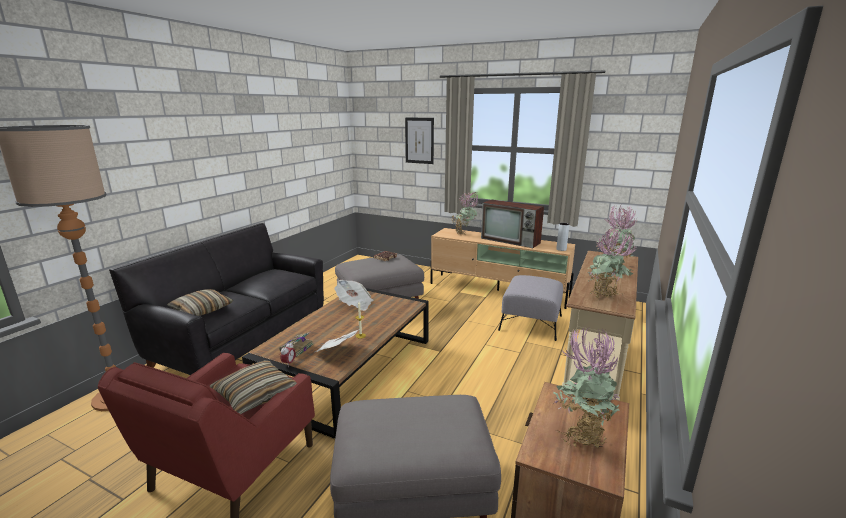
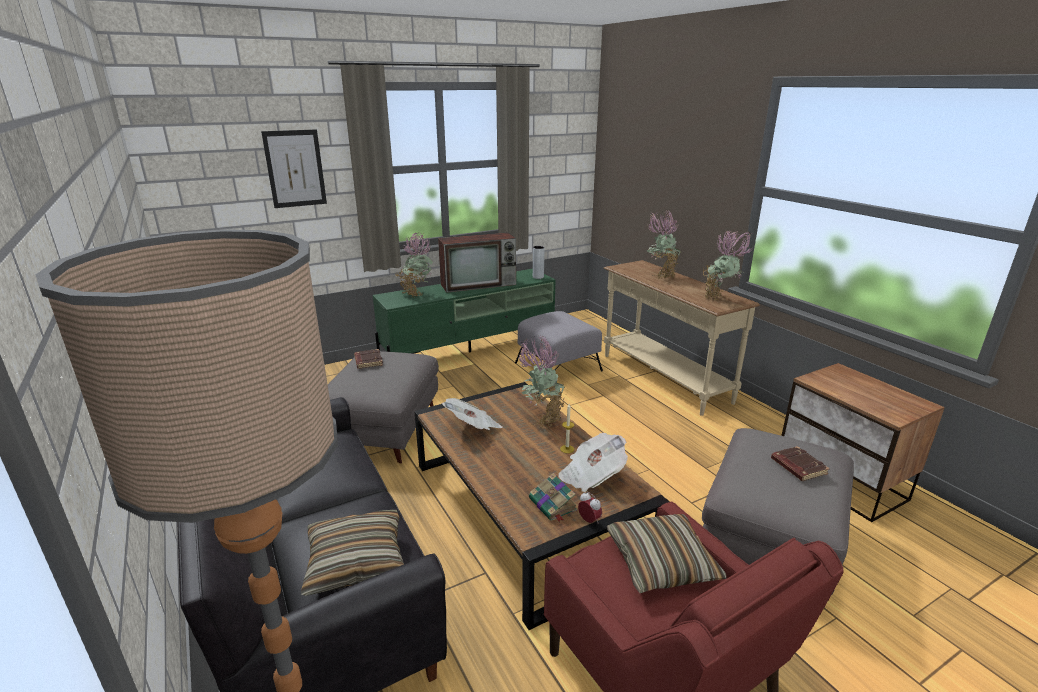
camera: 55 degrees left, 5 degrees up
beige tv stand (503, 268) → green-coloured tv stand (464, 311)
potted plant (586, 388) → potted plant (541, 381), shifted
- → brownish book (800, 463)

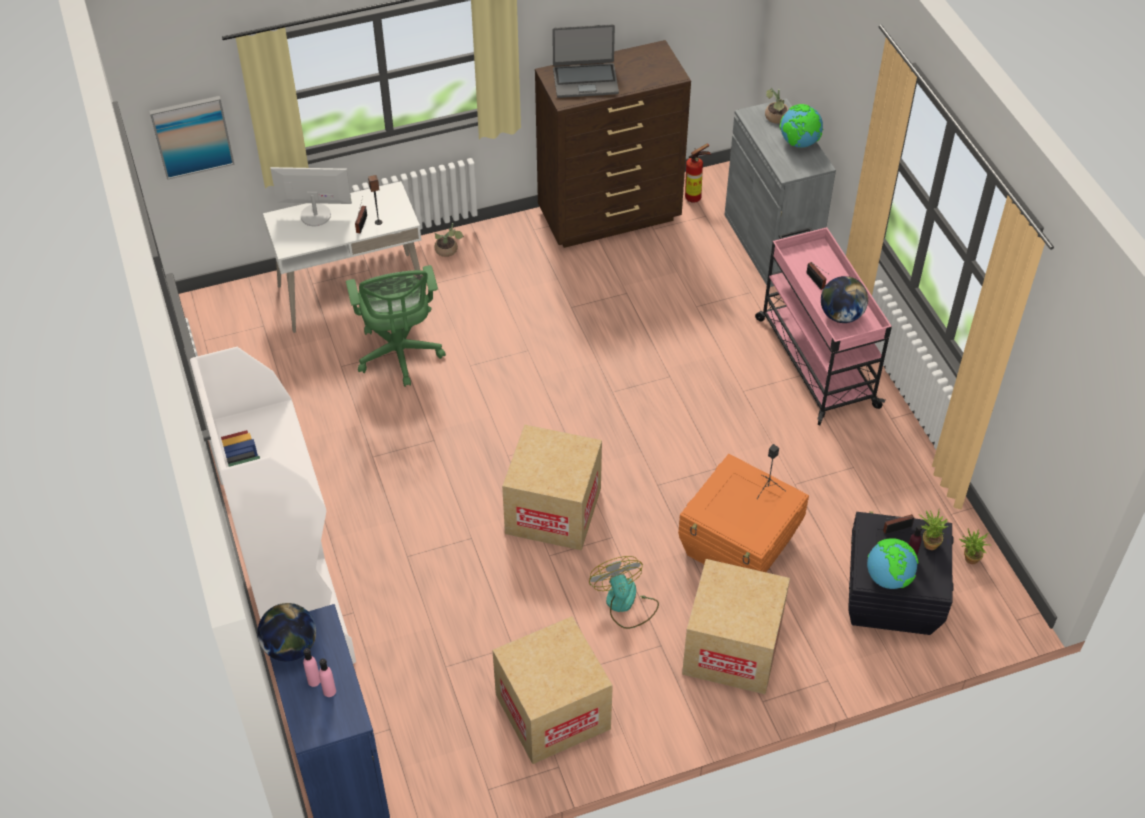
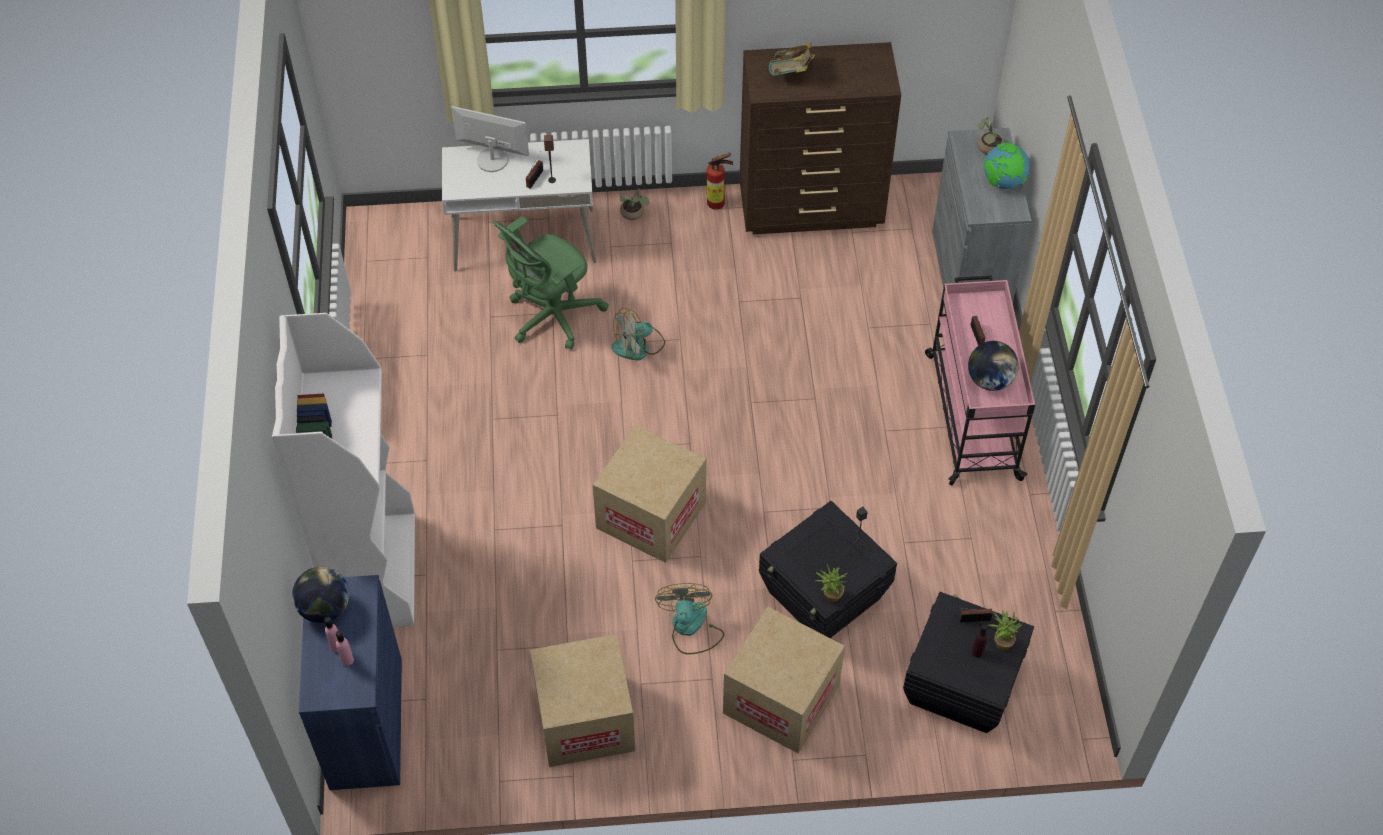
camera: 15 degrees right, 5 degrees up
green-coloured office chair (396, 326) → green-coloured office chair (551, 283), 45 degrees clockwise
- → cooling fan (638, 334)
fire-fighting cylinder (698, 173) → fire-fighting cylinder (719, 181), shifted
orange-coloured storage box (743, 513) → blackish storage box (828, 569)
laptop (585, 61) → book (792, 59)
potted plant (975, 547) → potted plant (831, 583), shifted
picture (192, 138) → -
globe (892, 563) → -

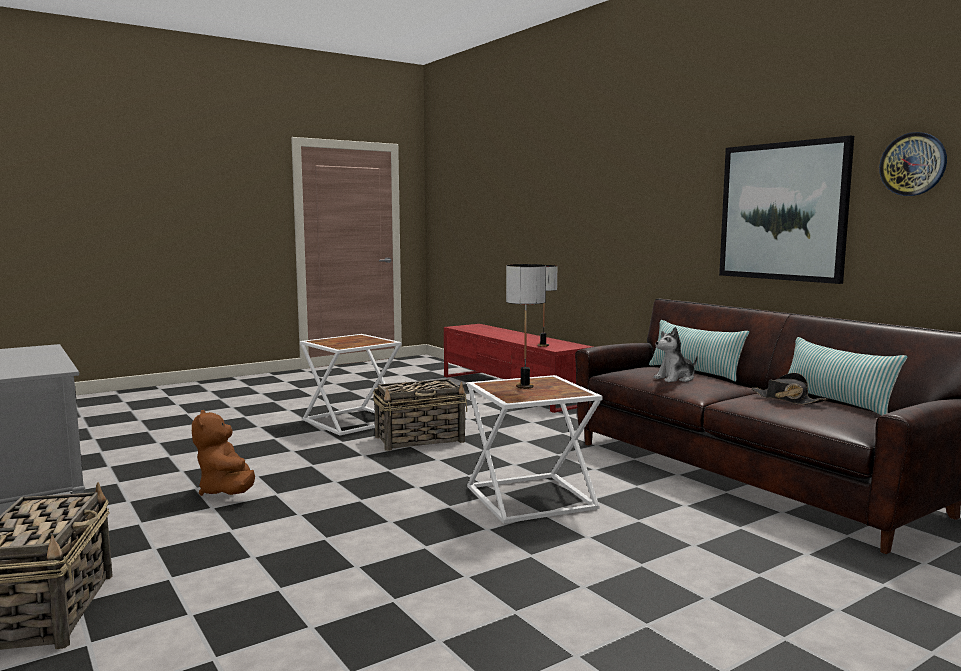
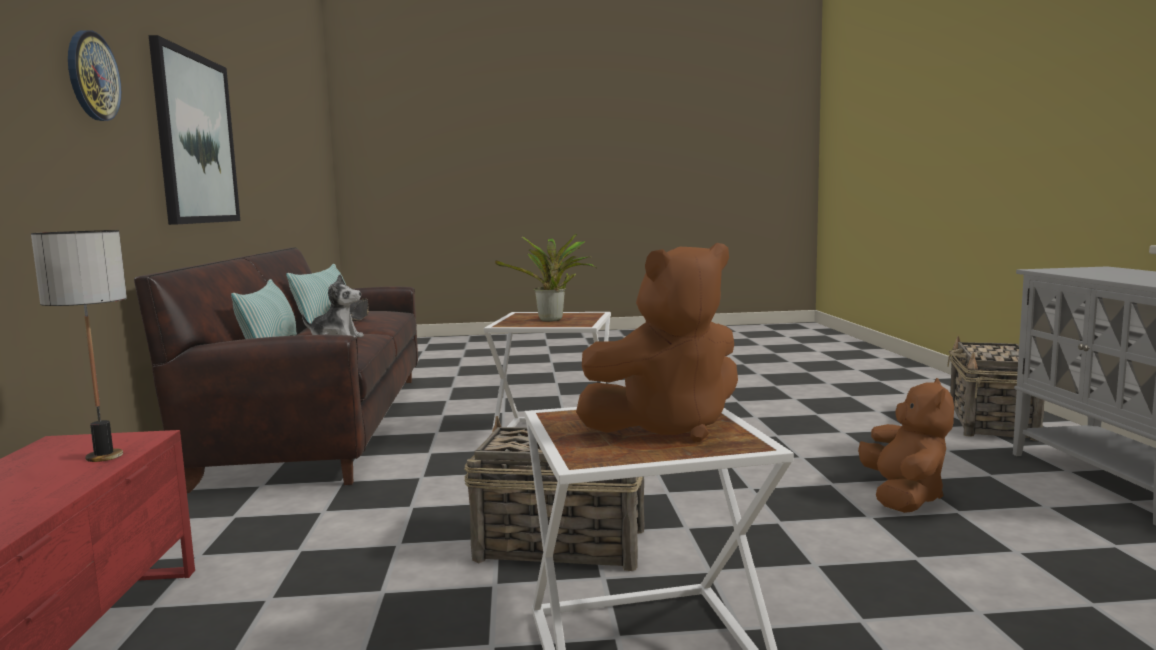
camera: 150 degrees left, 0 degrees up
clock on the wall (913, 164) → clock on the wall (94, 75), shifted
lamp for a table (526, 326) → potted plant (546, 277)
- → brownish cuddly toy (657, 342)

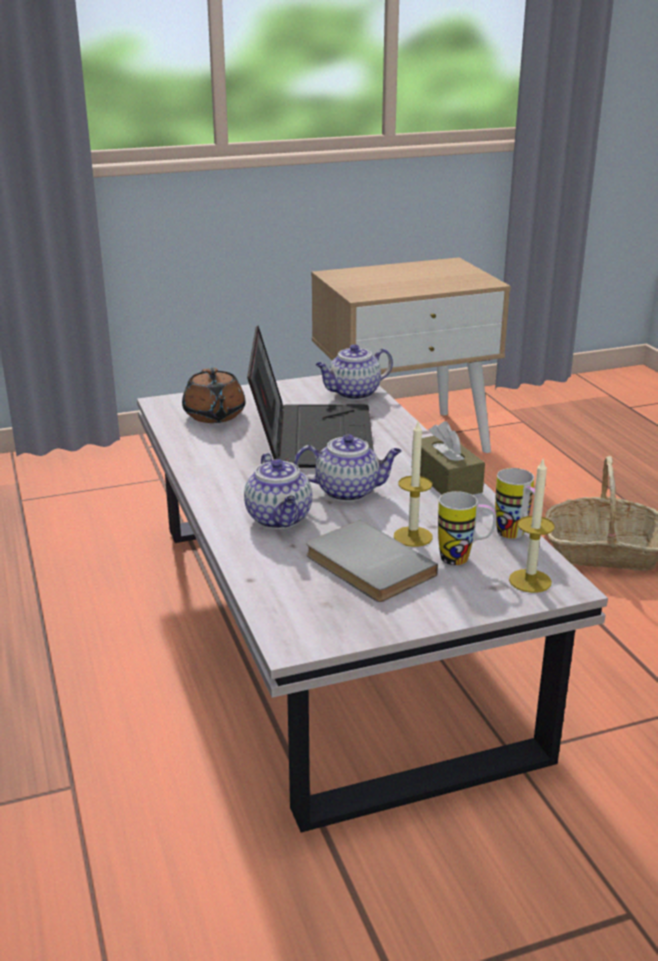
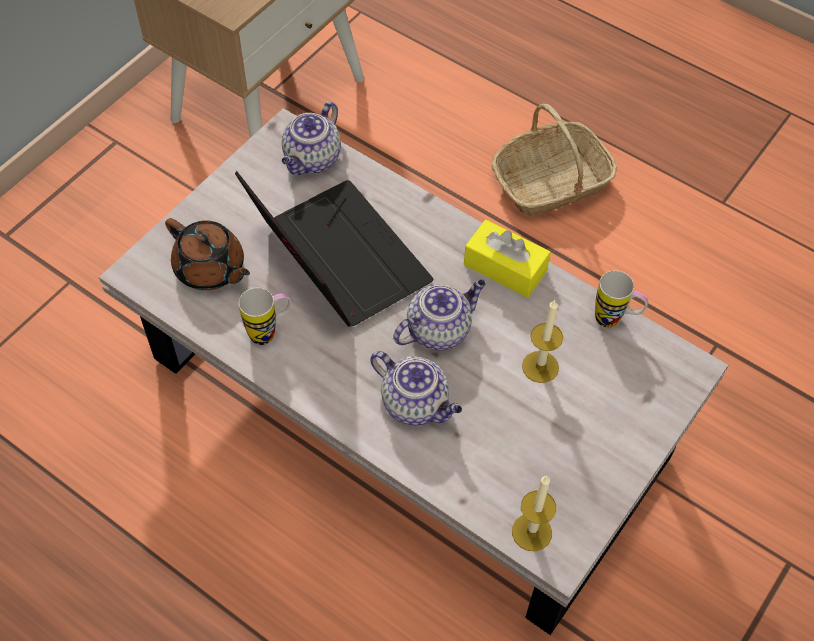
camera: 35 degrees left, 30 degrees up
coffee mug (467, 528) → coffee mug (265, 316), shifted
brownish tissue holder (448, 458) → yellow tissue holder (507, 259)
wax light (532, 525) → wax light (534, 513), shifted
grey book (372, 561) → -

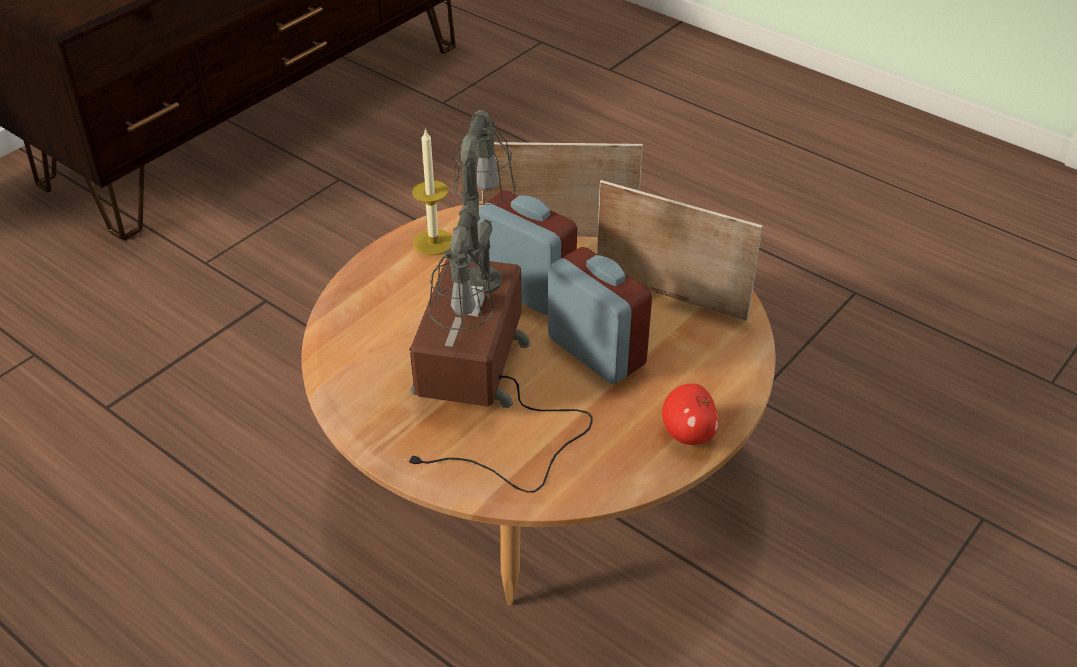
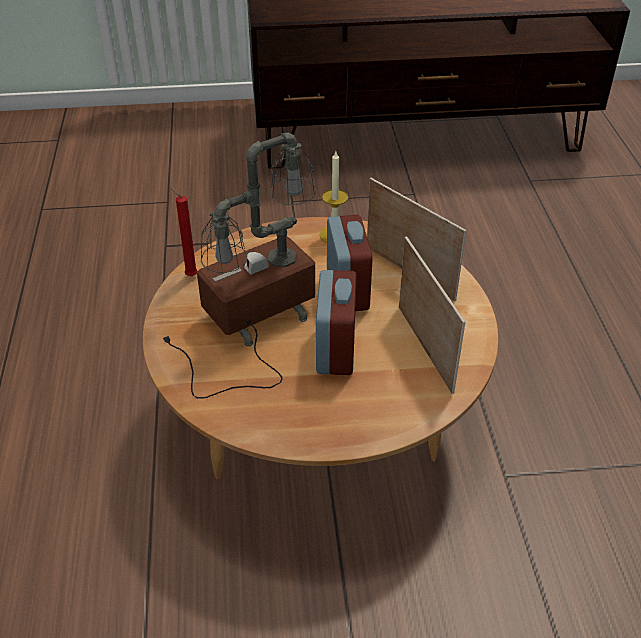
camera: 45 degrees right, 0 degrees up
- → reddish wax light (184, 231)
apple fruit (690, 414) → -

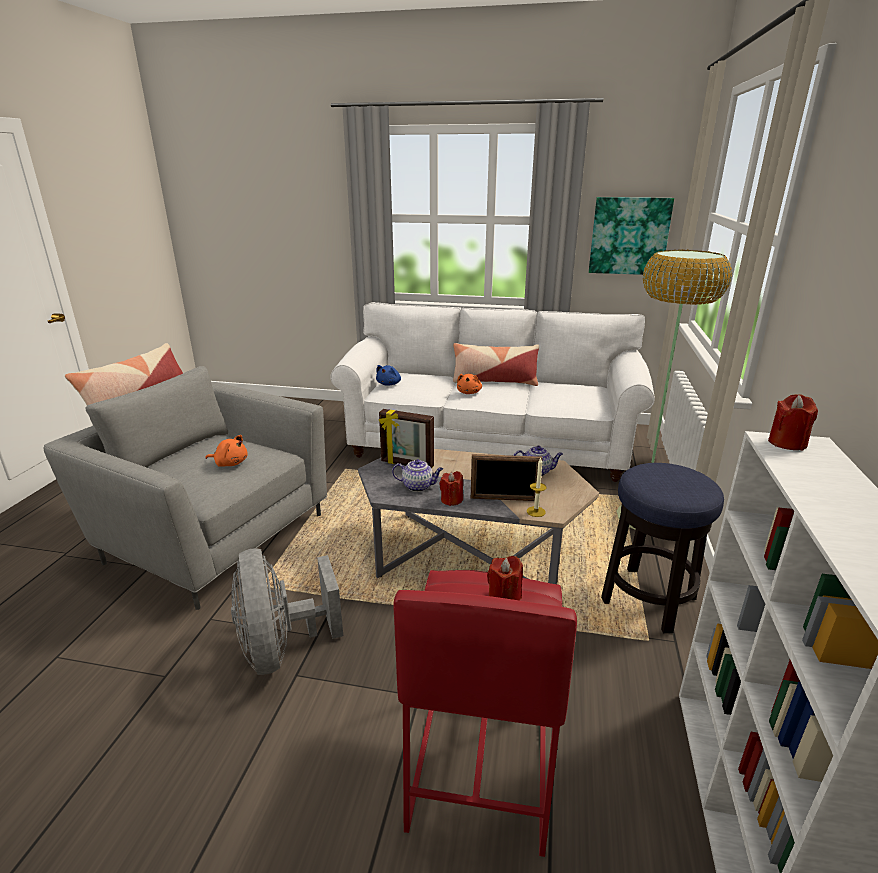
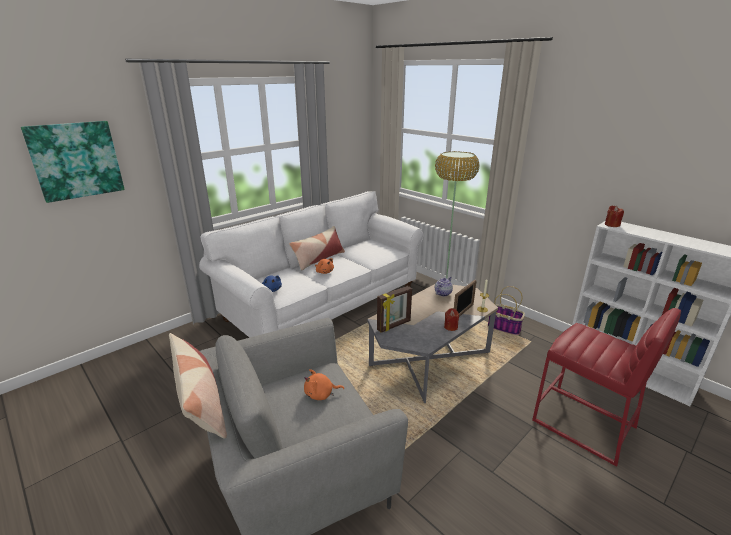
camera: 55 degrees left, 0 degrees up
picture (631, 236) → picture (73, 162), shifted
orange-coloured cuddly toy (226, 451) → orange-coloured cuddly toy (324, 384), 150 degrees counterclockwise
stool (662, 548) → basket (506, 310)
grey cooling fan (287, 611) → -
pot for tea (417, 475) → -
reddish wax light (505, 578) → -

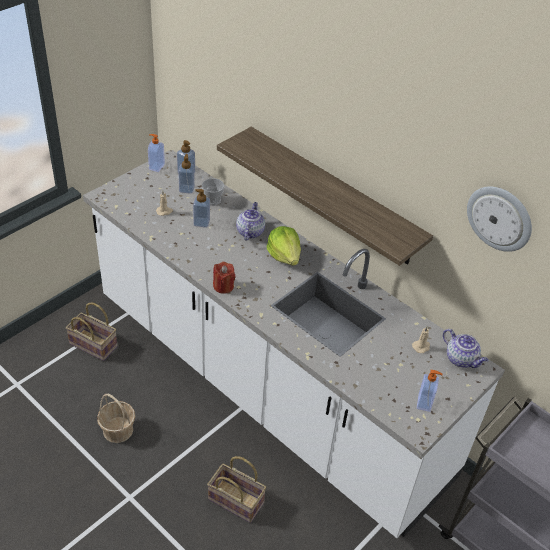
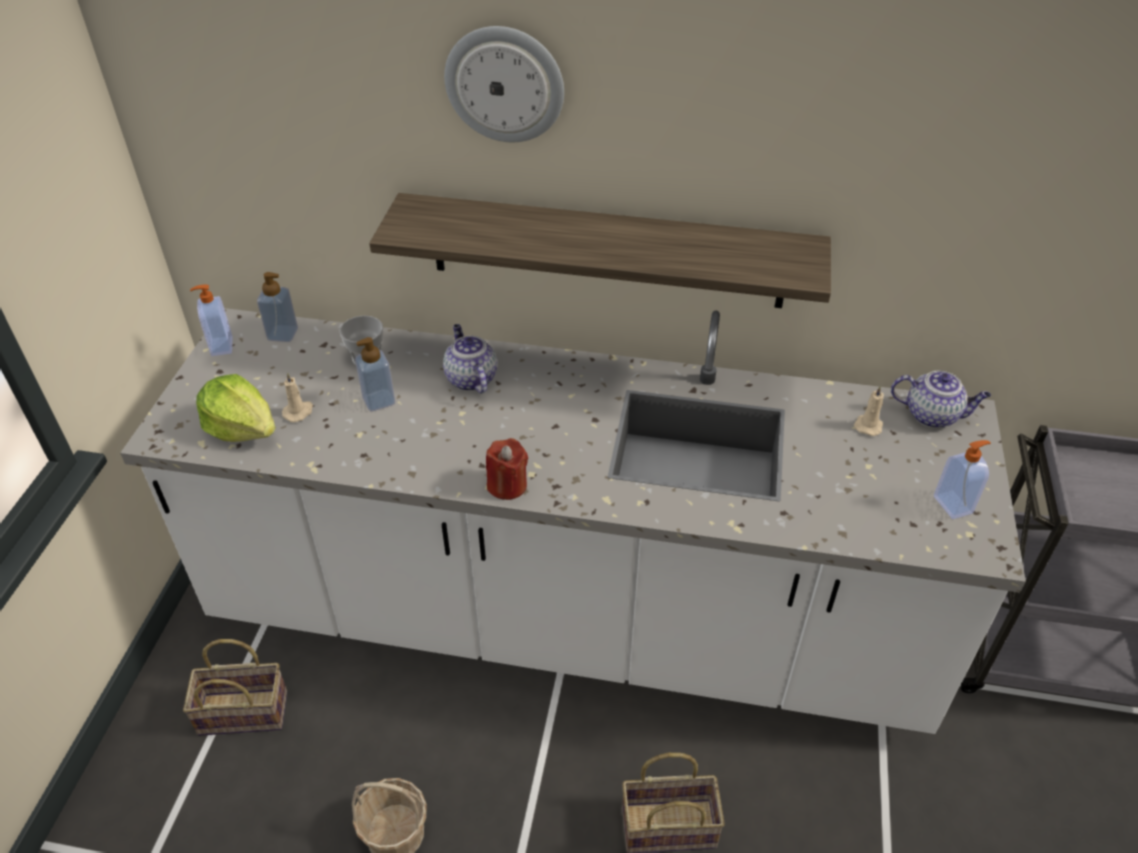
camera: 30 degrees left, 0 degrees up
head of lettuce (283, 246) → head of lettuce (236, 408), shifted
clock on the wall (499, 219) → clock on the wall (504, 84), shifted
soap dispenser (186, 174) → -

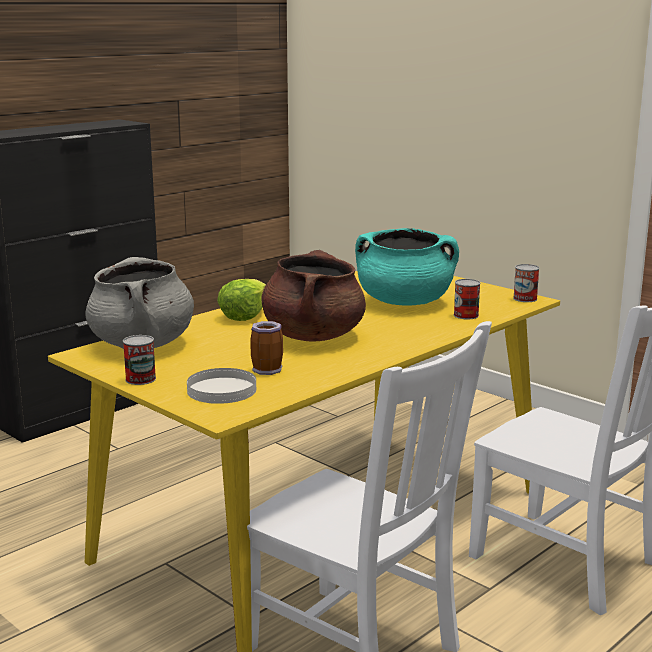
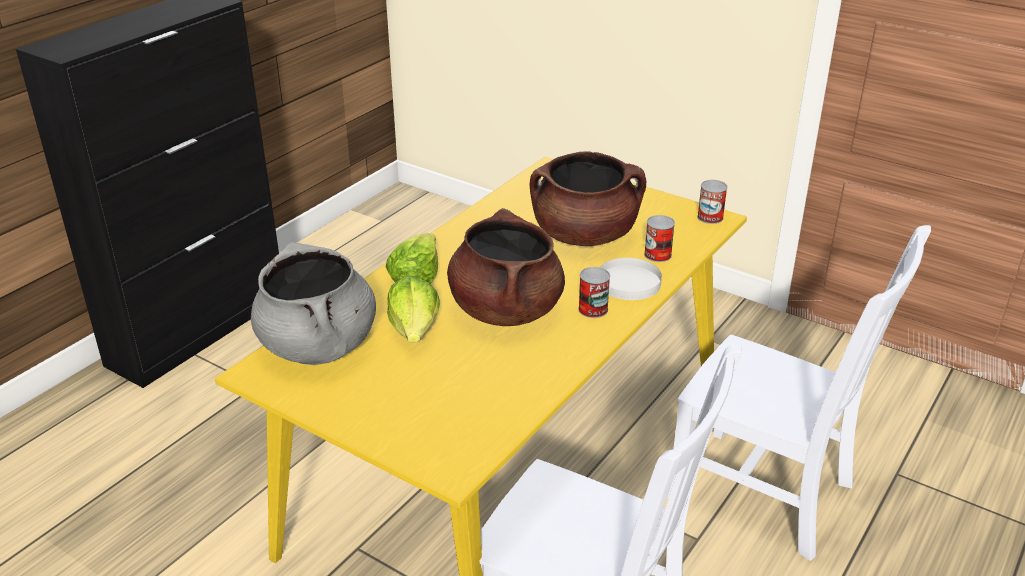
camera: 10 degrees left, 15 degrees up
- → head of lettuce (413, 309)
turquoise saucepot (407, 267) → brownish saucepot (588, 198)
metal can (139, 360) → metal can (594, 292), shifted
white-coloured dinner plate (221, 386) → white-coloured dinner plate (631, 279), shifted
coffee mug (266, 348) → -

